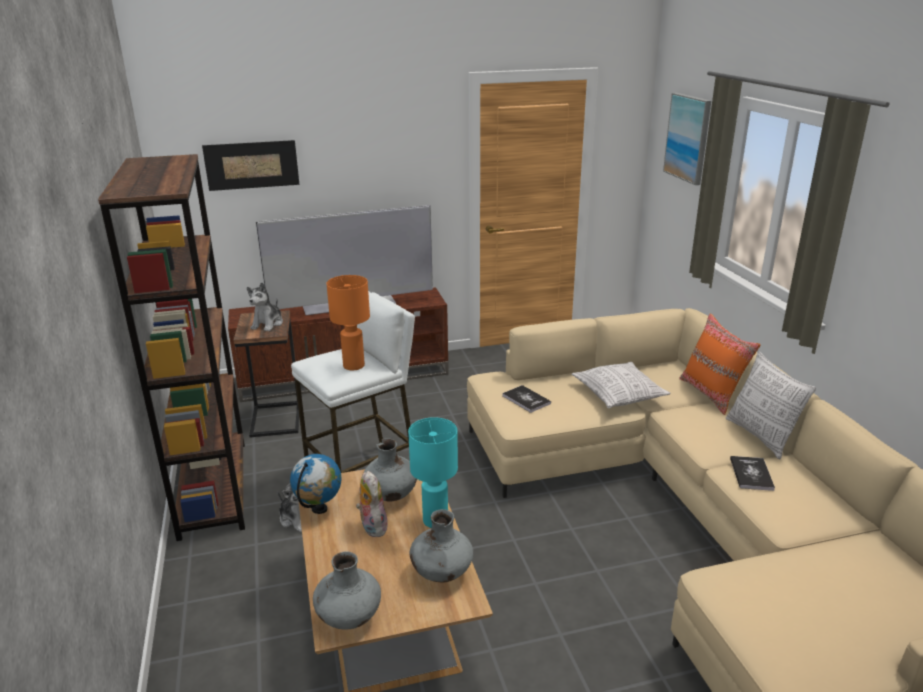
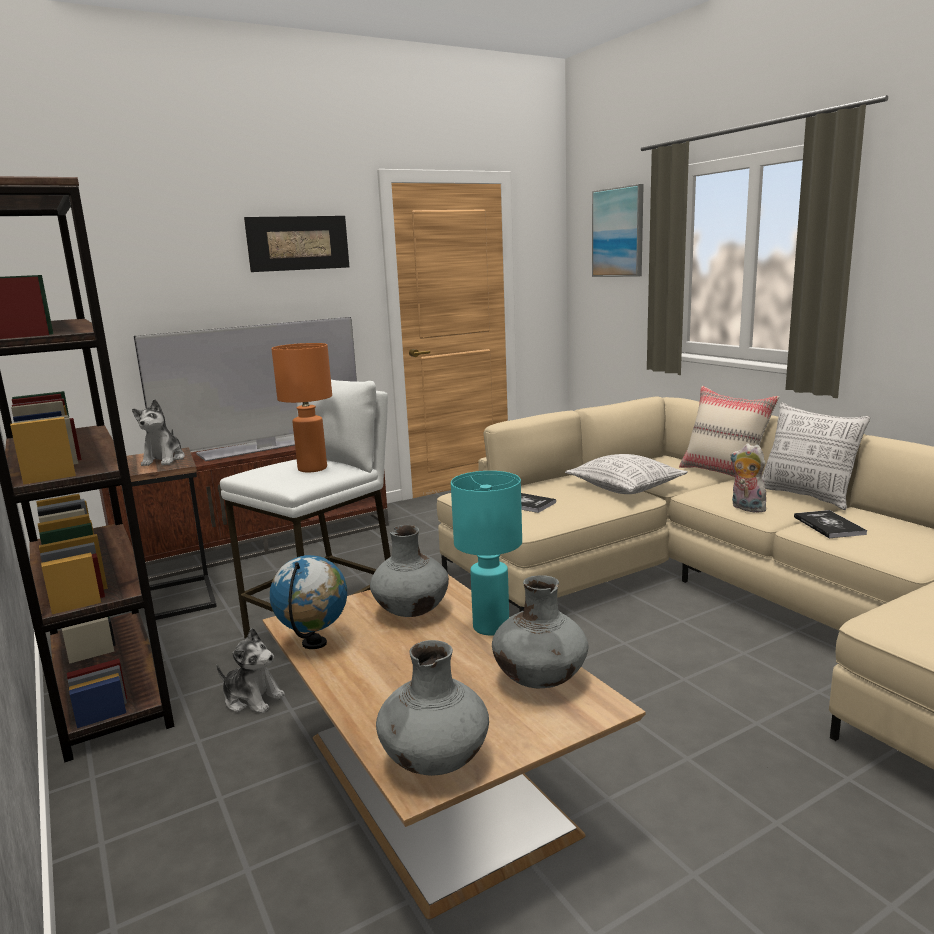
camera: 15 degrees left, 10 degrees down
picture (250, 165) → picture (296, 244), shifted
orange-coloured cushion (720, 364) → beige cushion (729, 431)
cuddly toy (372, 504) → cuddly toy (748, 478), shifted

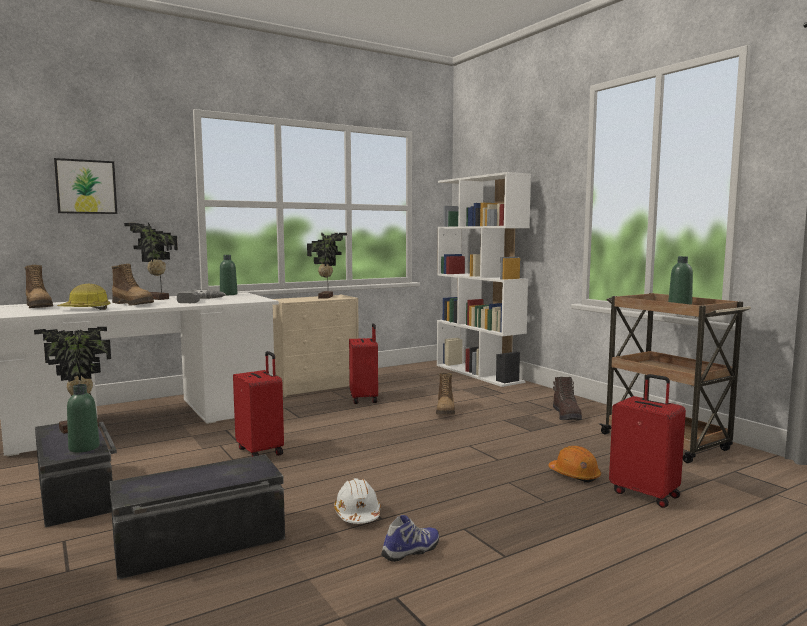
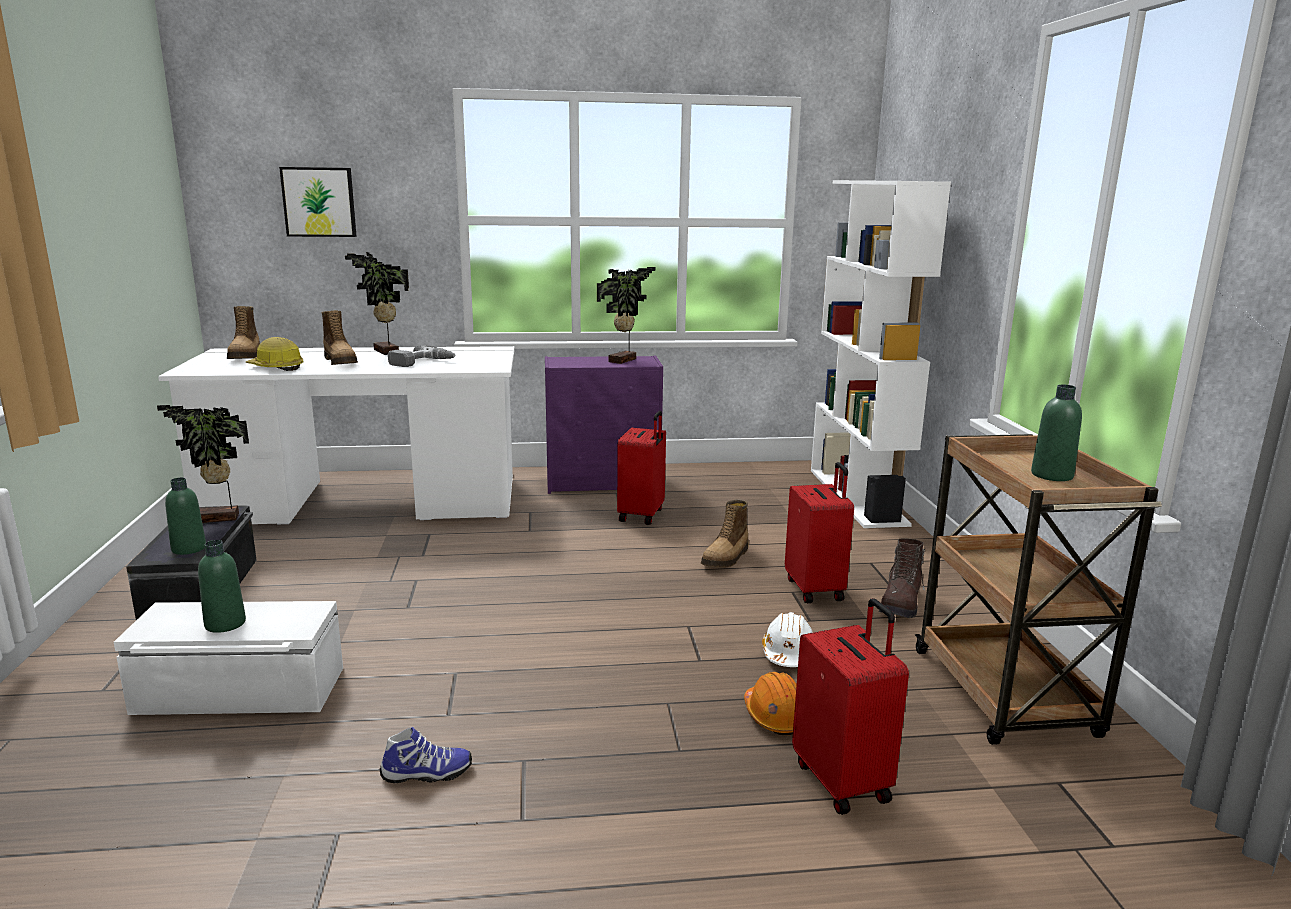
camera: 25 degrees right, 10 degrees up
blackish storage box (197, 517) → white-coloured storage box (228, 658)
green-coloured beverage bottle (229, 275) → green-coloured beverage bottle (222, 586), shifted
beige drawer chest (316, 346) → purple drawer chest (604, 424)
white-coloured safety helmet (357, 501) → white-coloured safety helmet (787, 639), shifted
reddish suitcase (258, 404) → reddish suitcase (819, 532), shifted

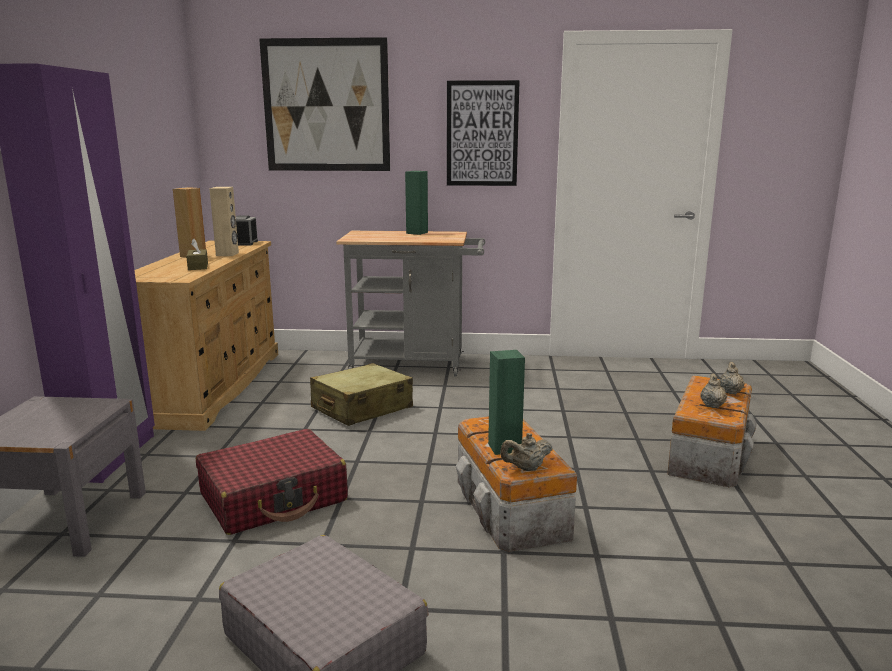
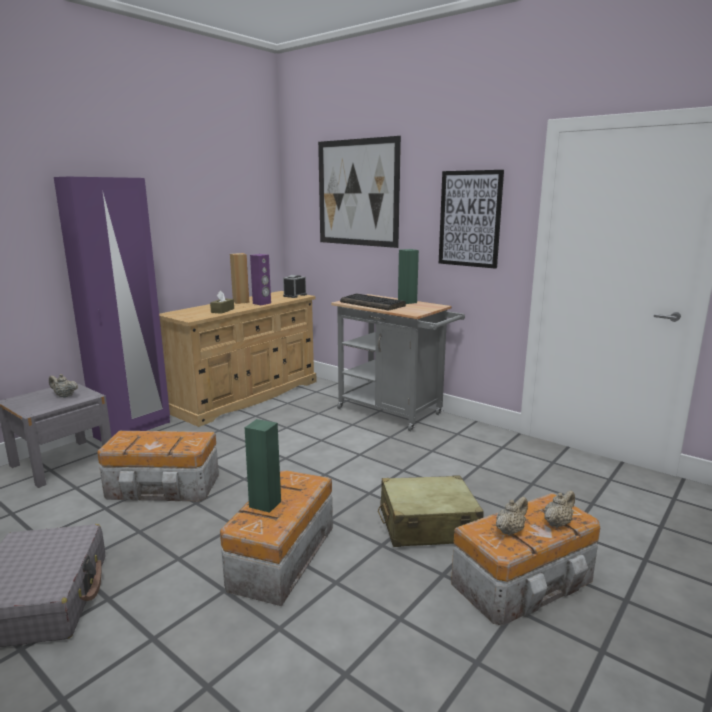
camera: 35 degrees right, 0 degrees up
beige pot for tea (526, 452) → beige pot for tea (63, 386), shifted
reddish suitcase (272, 482) → storage box (158, 466)
beige audio speaker (224, 221) → purple audio speaker (260, 279)
- → keyboard (373, 301)
beige suitcase (361, 394) → beige suitcase (431, 511), shifted

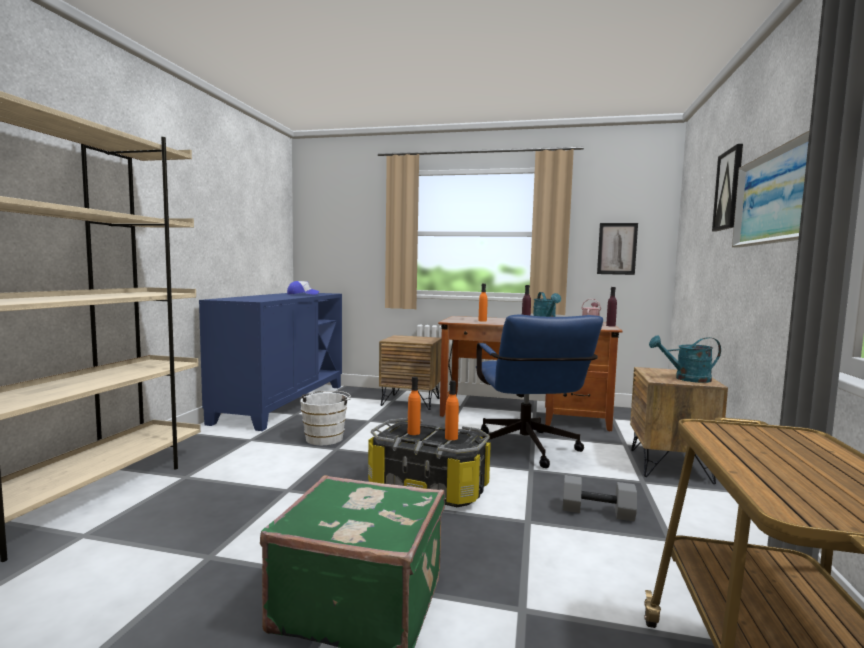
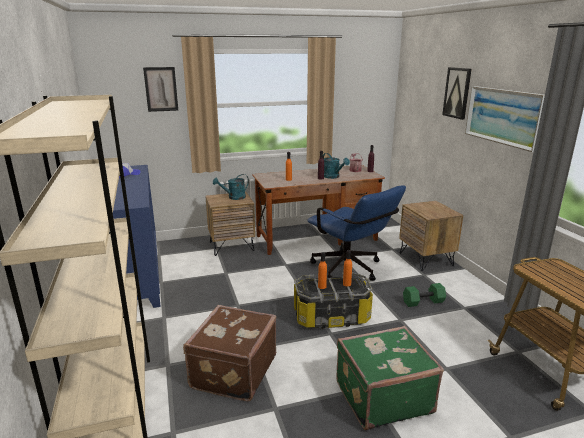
camera: 30 degrees left, 15 degrees up
picture (617, 249) → picture (160, 89), shifted
- → brownish suitcase (229, 353)
turquoise watering pot (685, 359) → turquoise watering pot (231, 187), shifted
grey free weight (600, 498) → green-coloured free weight (424, 295)
white-coloured water bucket (325, 418) → -

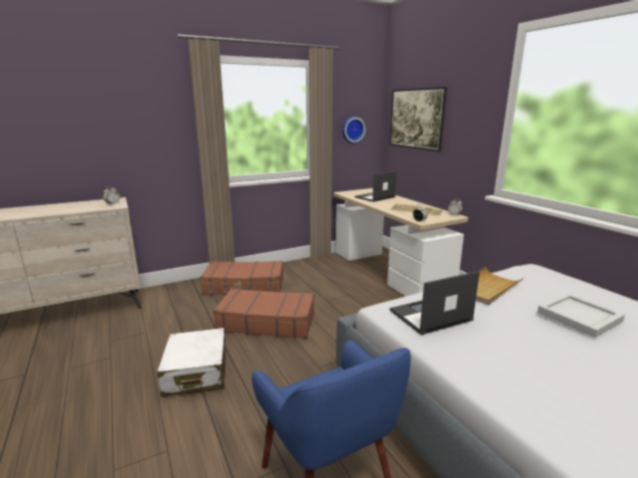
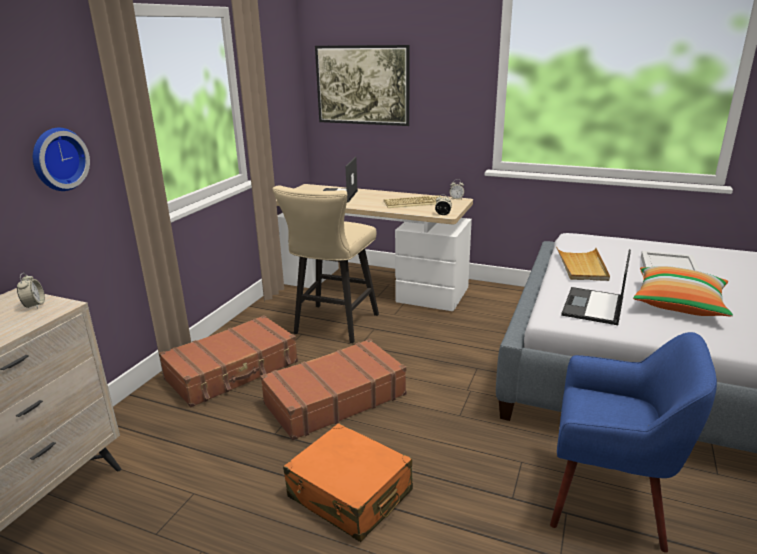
camera: 40 degrees left, 5 degrees up
clock on the wall (354, 130) → clock on the wall (61, 159), shifted
- → beige stool (326, 264)
white-coloured suitcase (192, 362) → orange-coloured suitcase (348, 482)
- → cushion (683, 291)

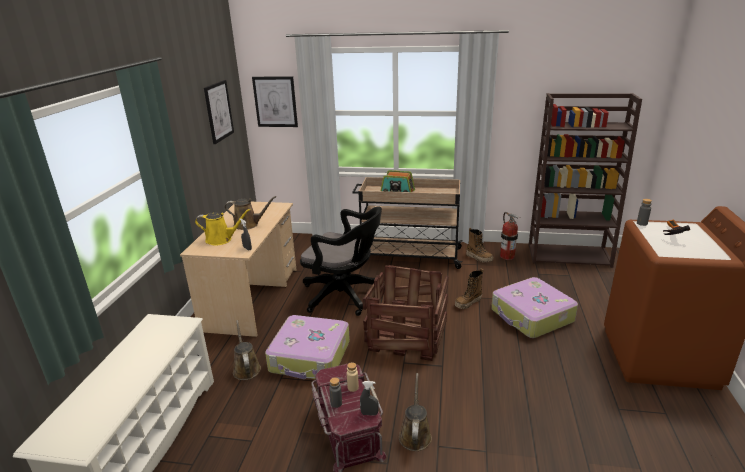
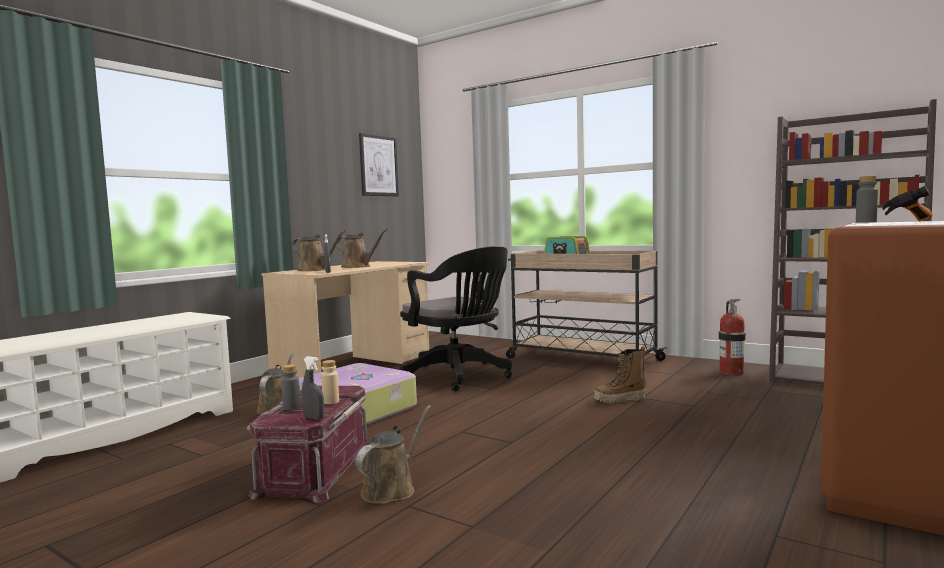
camera: 25 degrees right, 20 degrees down
yellow watering pot (223, 227) → brownish watering pot (318, 250)
picture (275, 101) → -
packing crate (405, 313) → -
tall boot (479, 245) → -
suitcase (534, 307) → -

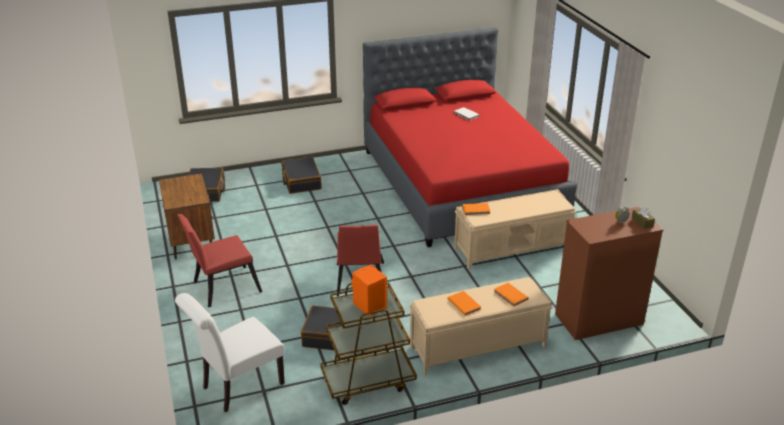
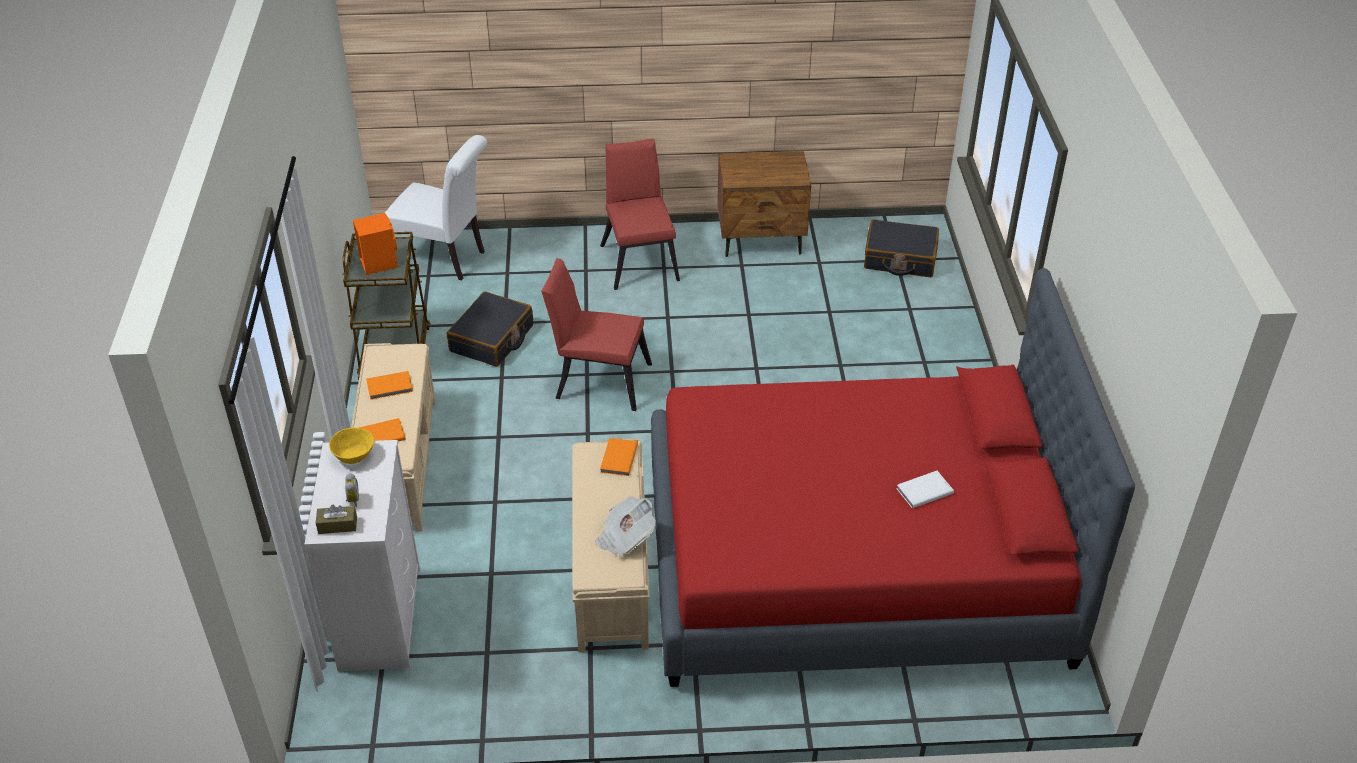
camera: 105 degrees right, 10 degrees up
brownish drawer chest (609, 273) → white-coloured drawer chest (362, 555)
- → yellow bowl (351, 445)
white-coloured upright chair (230, 353) → white-coloured upright chair (436, 207), 135 degrees clockwise
- → newspaper (625, 527)
blackish suitcase (301, 175) → -

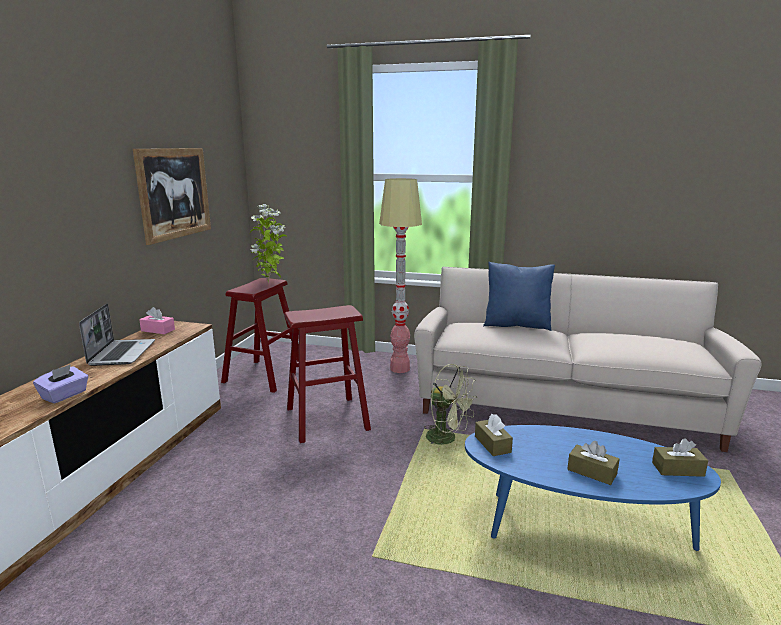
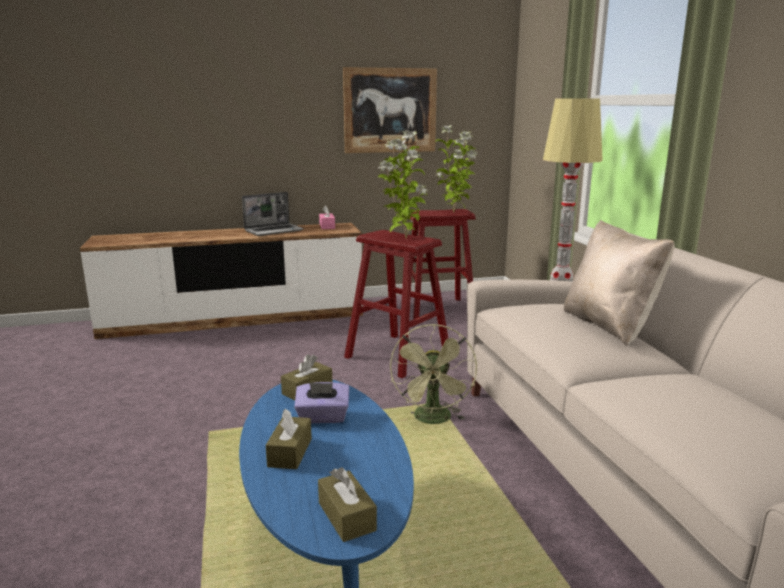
camera: 60 degrees right, 0 degrees up
purple tissue holder (60, 384) → purple tissue holder (321, 402), shifted
- → potted plant (403, 184)
bluish cushion (519, 296) → beige cushion (619, 283)

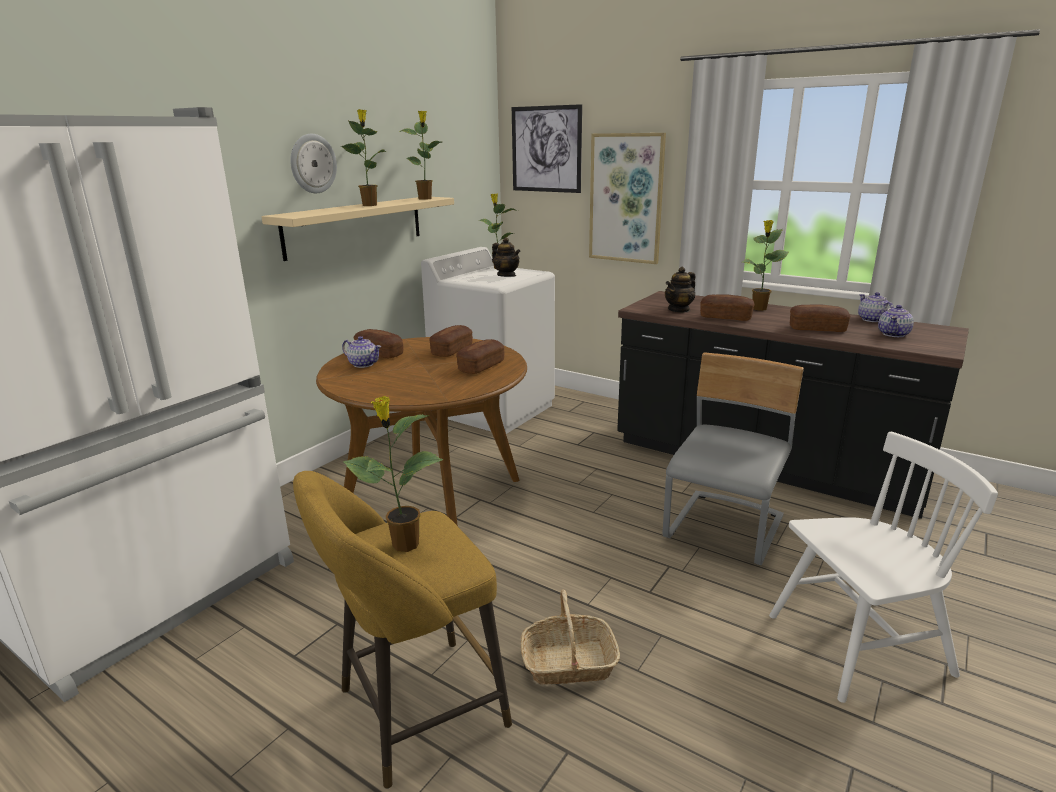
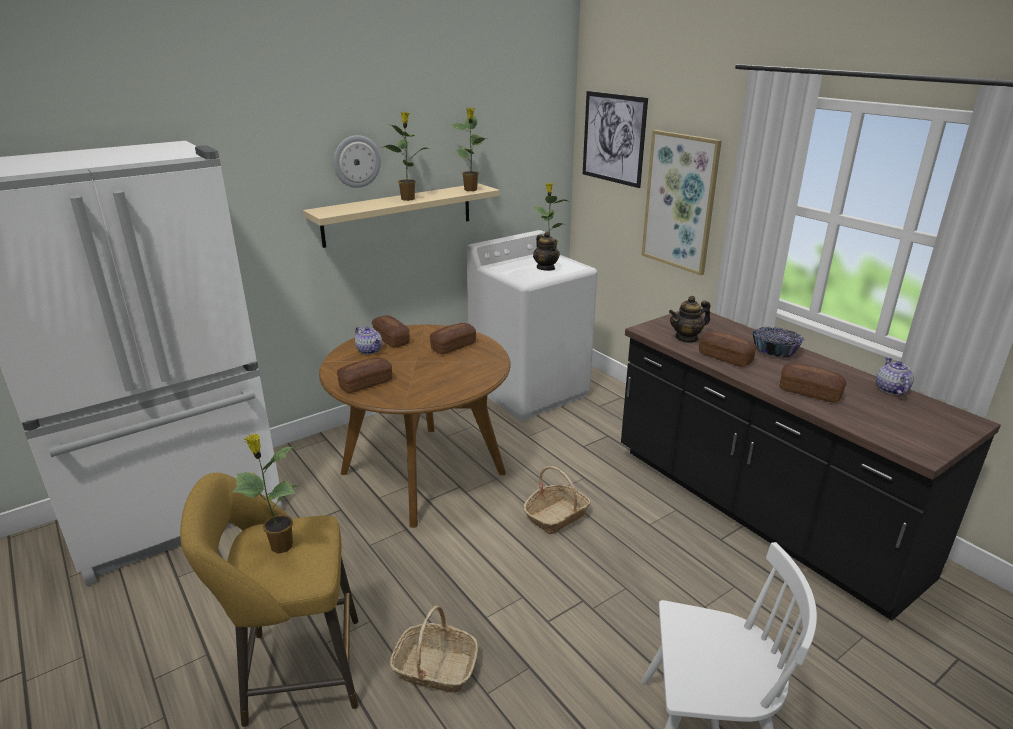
camera: 20 degrees right, 5 degrees up
bakery bread (480, 356) → bakery bread (364, 375), shifted
- → basket (557, 500)
potted plant (765, 265) → bowl (778, 342)
grey upright chair (733, 459) → -
pot for tea (896, 321) → -

